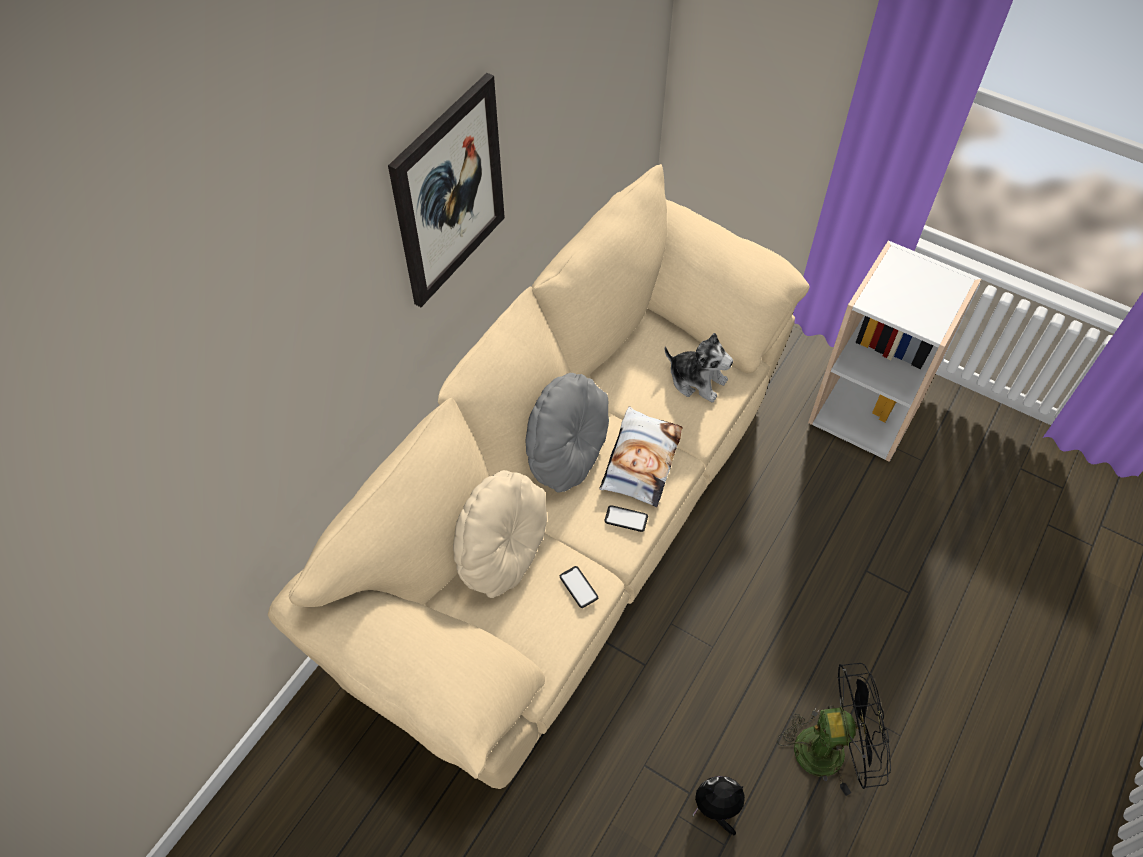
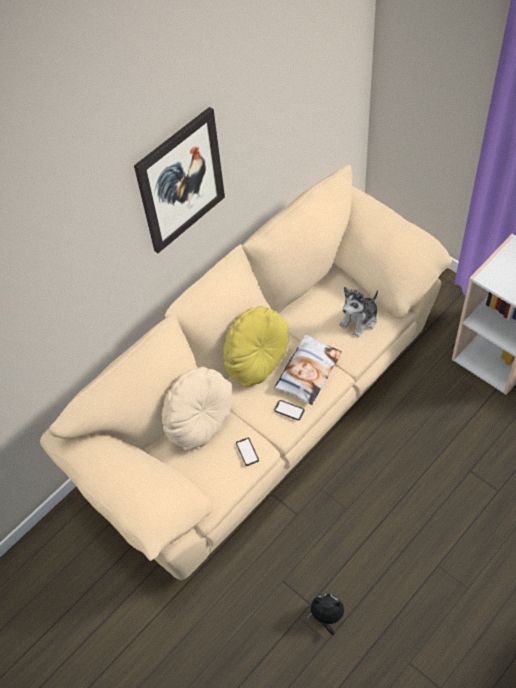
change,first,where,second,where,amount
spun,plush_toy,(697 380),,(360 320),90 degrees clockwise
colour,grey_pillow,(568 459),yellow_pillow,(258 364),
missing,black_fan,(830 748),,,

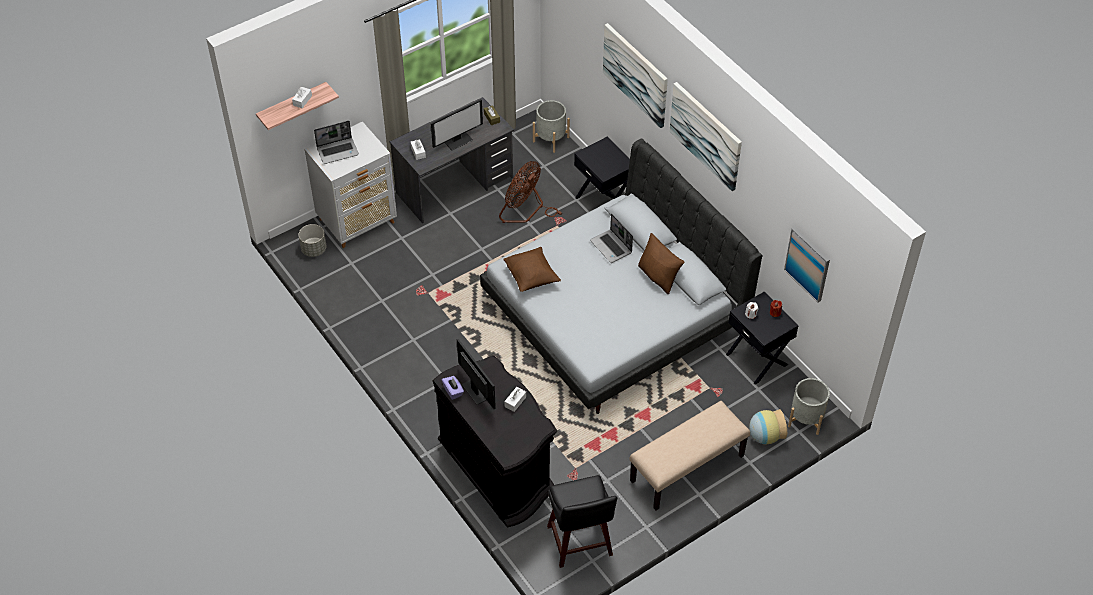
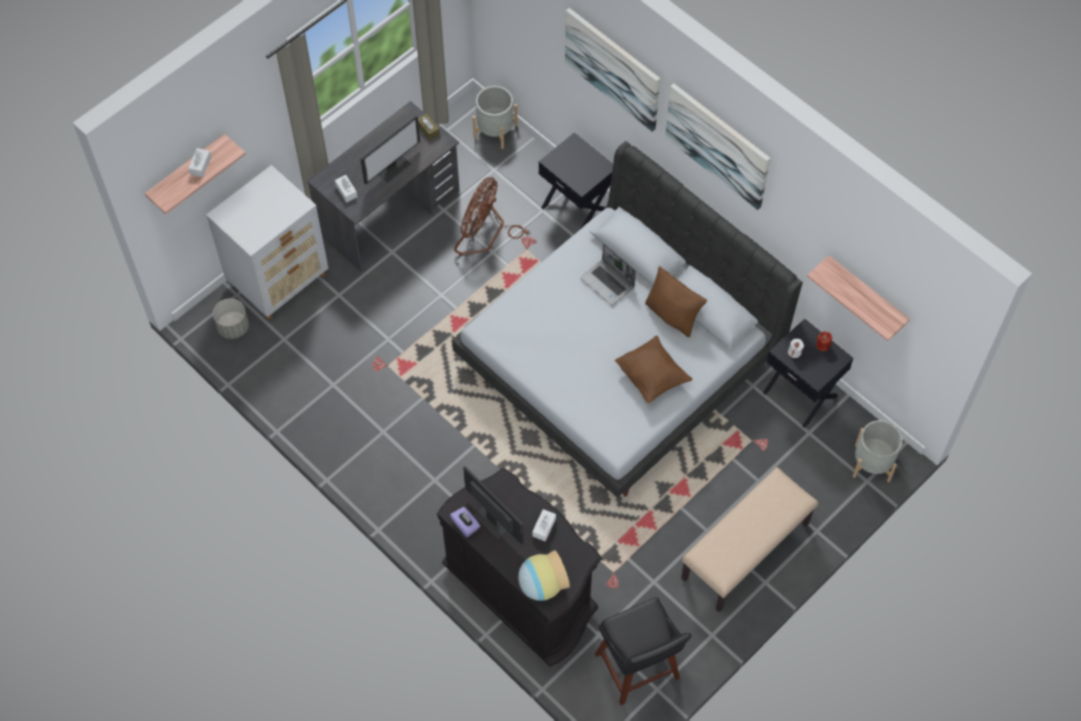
change,first,where,second,where,amount
missing,laptop,(338 151),,,
exchanged,picture,(808 264),shelf,(866 295),
relocated,brown_pillow,(531 277),,(652 377),
relocated,vase,(765 436),,(541 585),

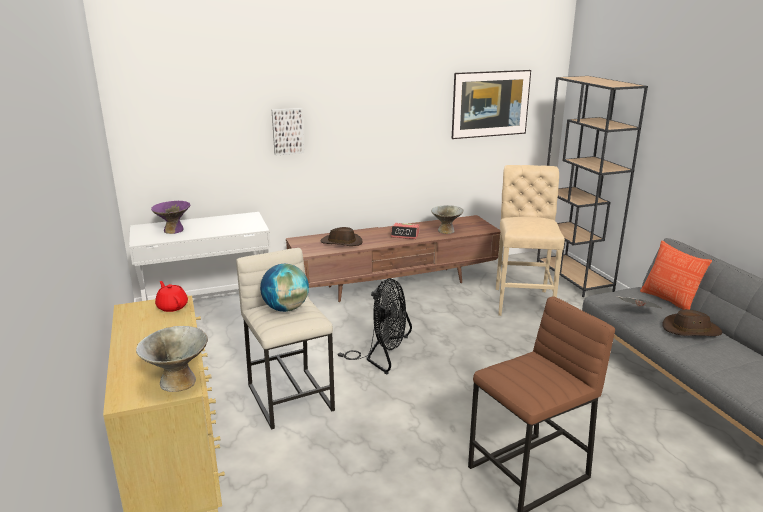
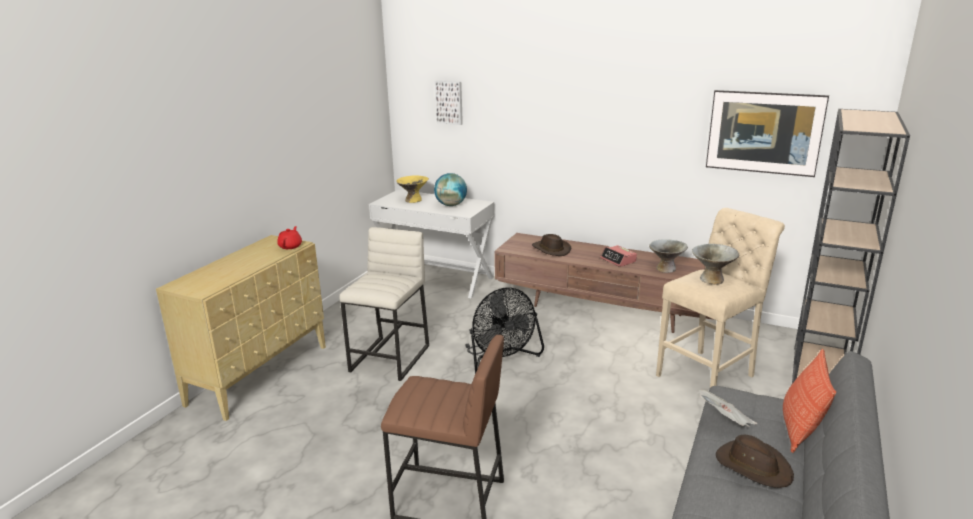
change,first,where,second,where,amount
relocated,picture,(287 131),,(449 102),
colour,purple_bowl,(174 230),yellow_bowl,(413 200),
relocated,globe,(286 308),,(451 205),
relocated,grey_bowl,(178 381),,(712 279),

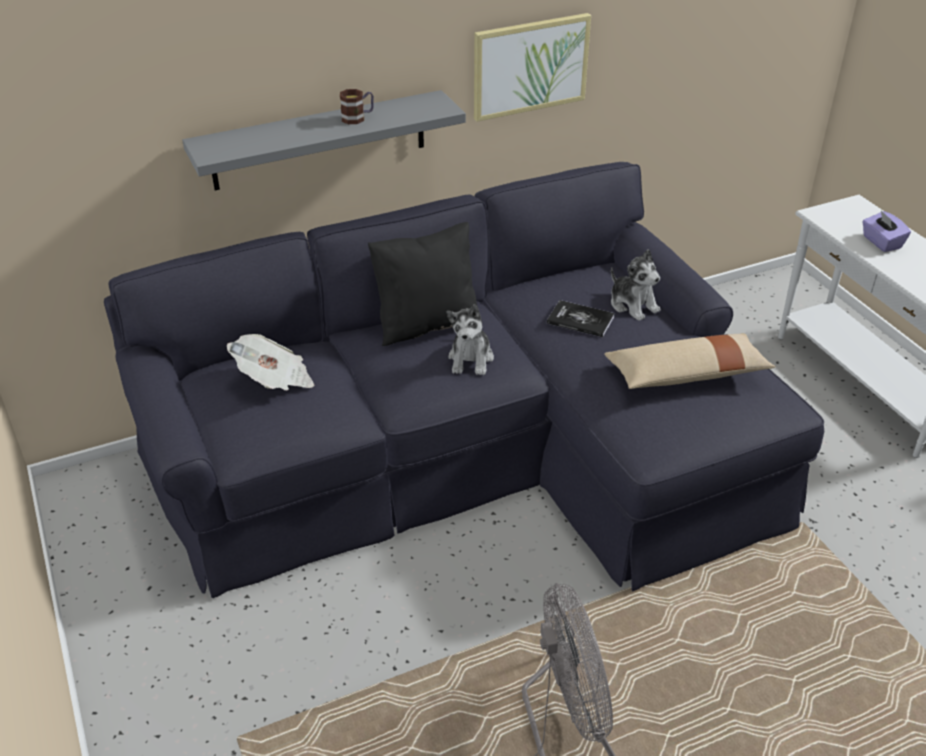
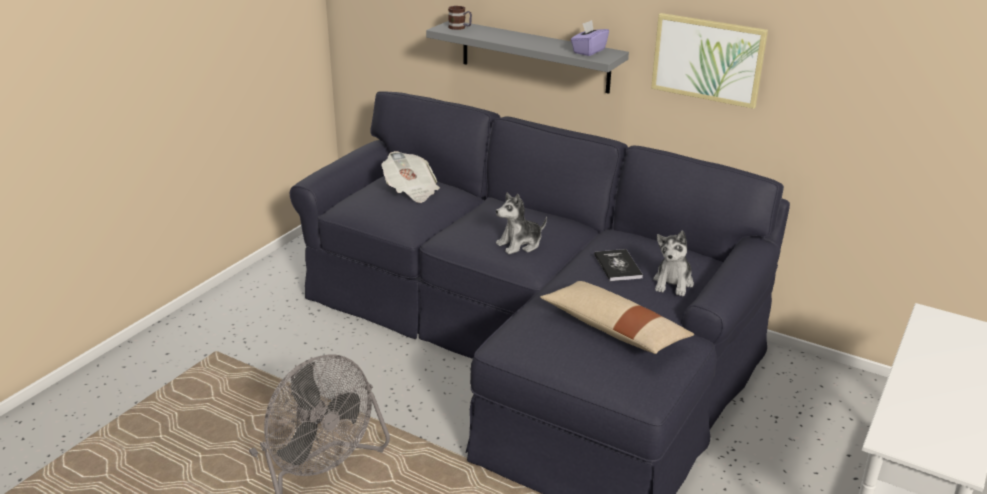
change,first,where,second,where,amount
relocated,mug,(358 118),,(460 28),
relocated,purple_tissue_box,(881 242),,(588 51),
missing,black_pillow,(426 324),,,

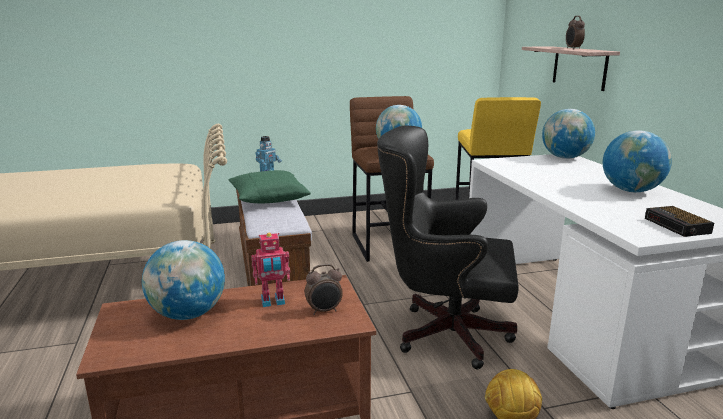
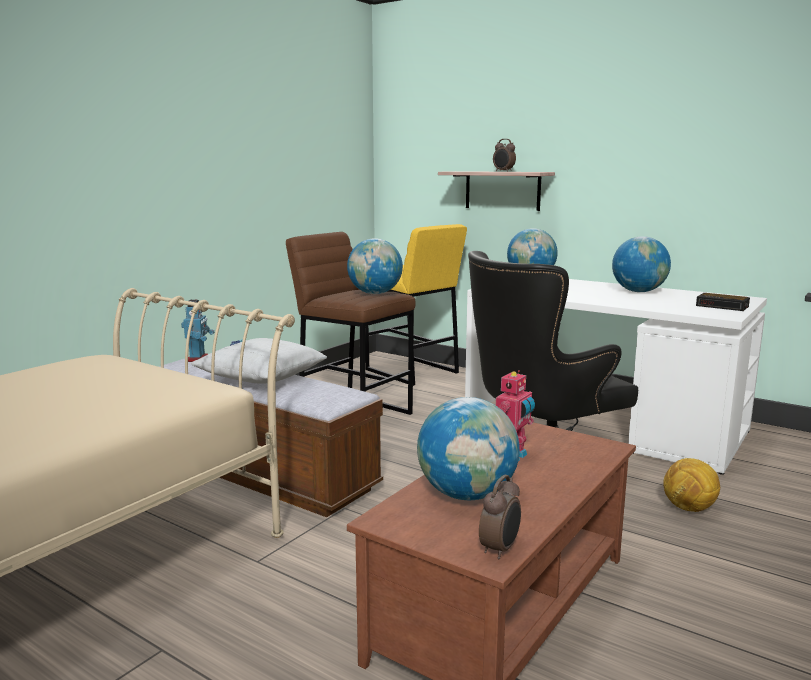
change,first,where,second,where,amount
colour,green_pillow,(269 199),grey_pillow,(262 378),
relocated,alarm_clock,(324 311),,(500 549),

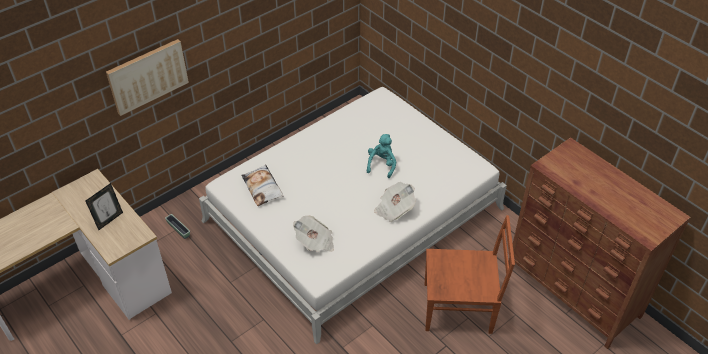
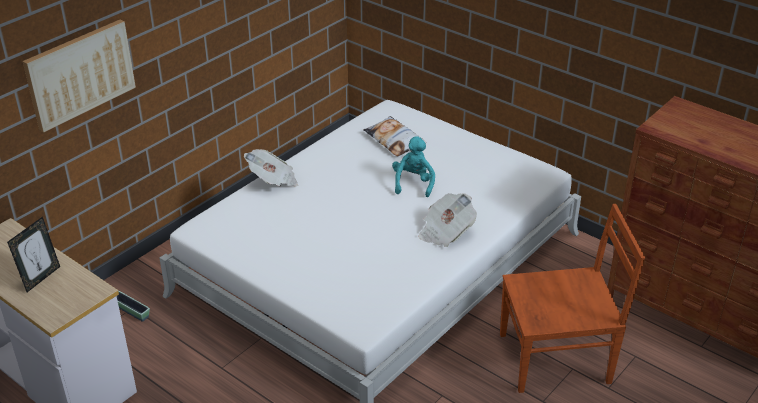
change,first,where,second,where,amount
relocated,pillow,(263 188),,(394 140),
relocated,newspaper,(315 242),,(273 180),

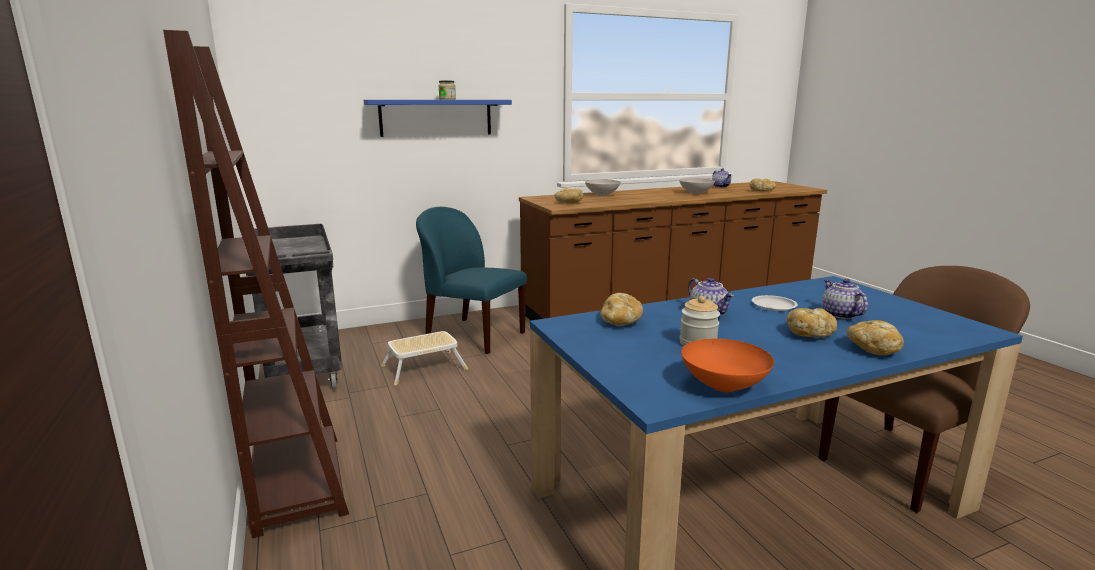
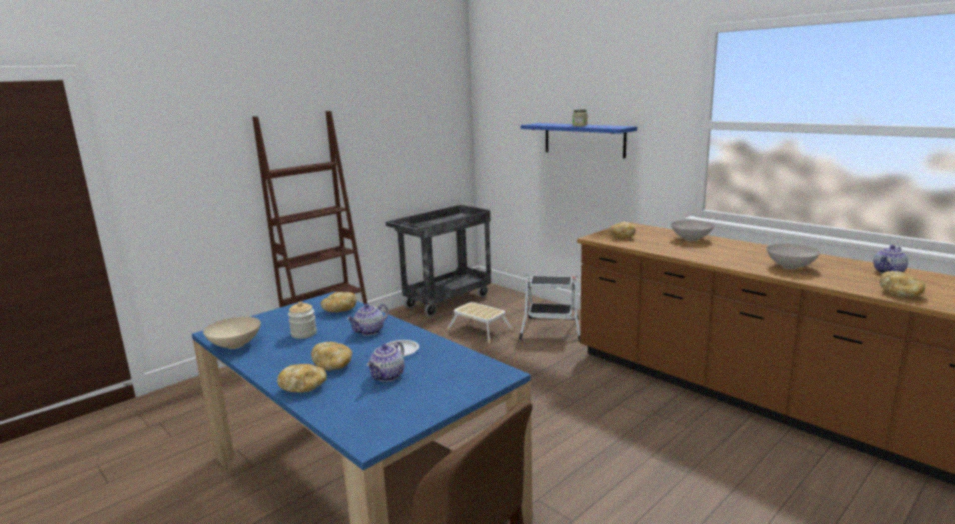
change,first,where,second,where,amount
exchanged,blue_chair,(473 335),step_ladder,(551 329),
spun,teapot,(839 315),,(388 376),150 degrees clockwise
colour,orange_bowl,(724 385),beige_bowl,(236 345),

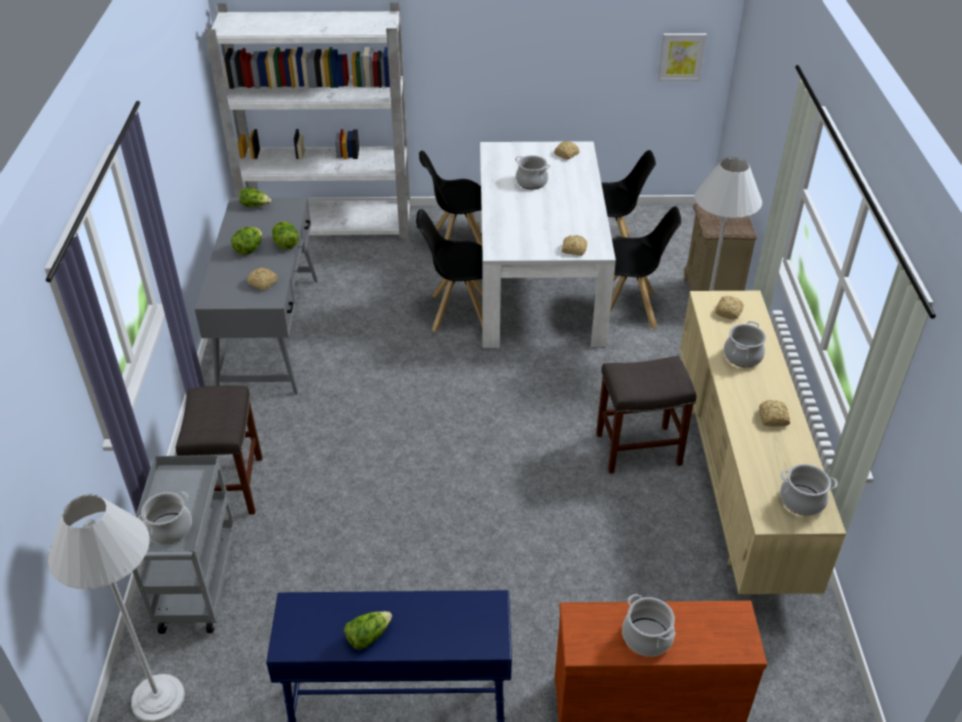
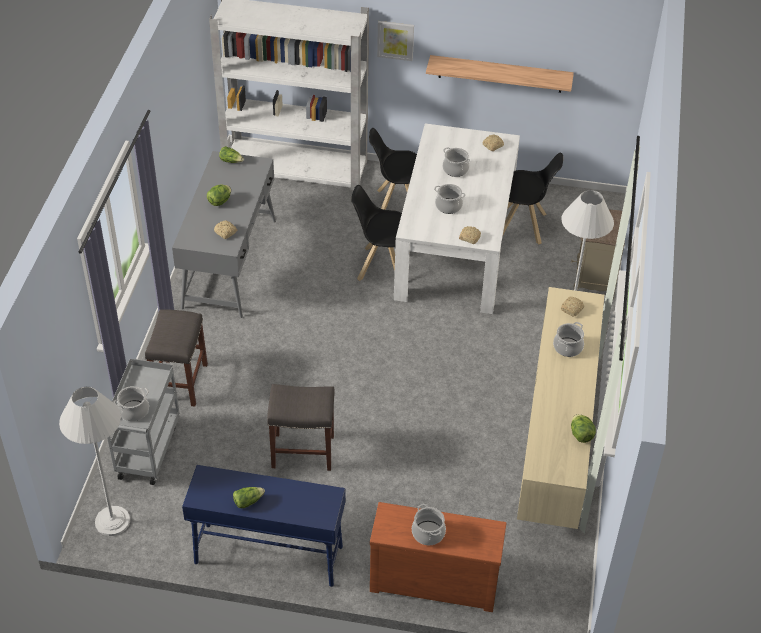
change,first,where,second,where,amount
relocated,picture,(681 56),,(395 40),
missing,black_chair,(629 309),,,
relocated,lettuce,(286 245),,(581 435),
relocated,grey_stool,(637 449),,(302 452),
missing,bread,(772 418),,,
relocated,cooking_pot,(802 500),,(448 206),
appeared,,,shelf,(500 74),

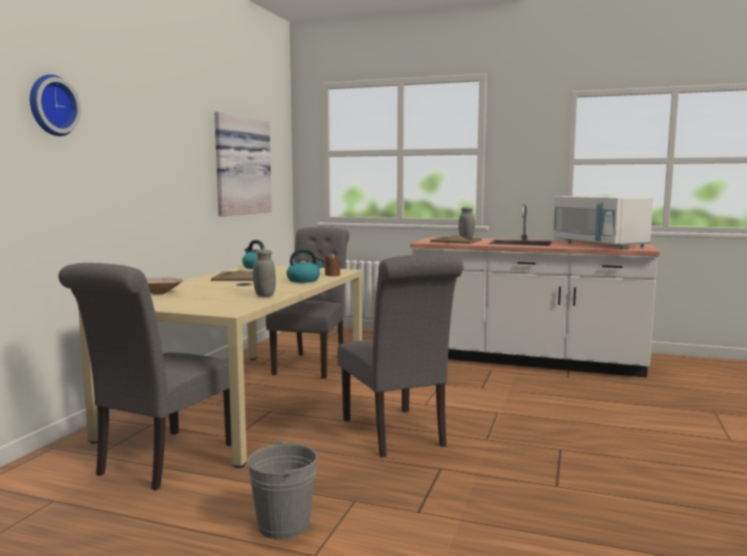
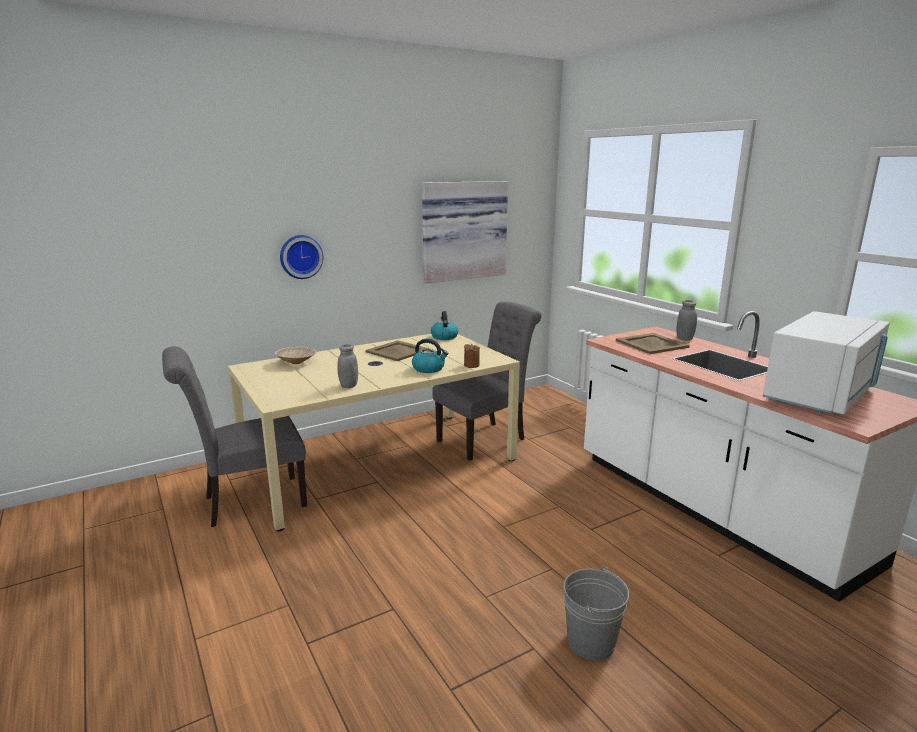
change,first,where,second,where,amount
relocated,wall_clock,(51 105),,(300 256),
spun,white_microwave,(599 245),,(820 395),150 degrees counterclockwise
missing,grey_chair,(396 434),,,
relocated,grey_bucket,(284 525),,(591 642),

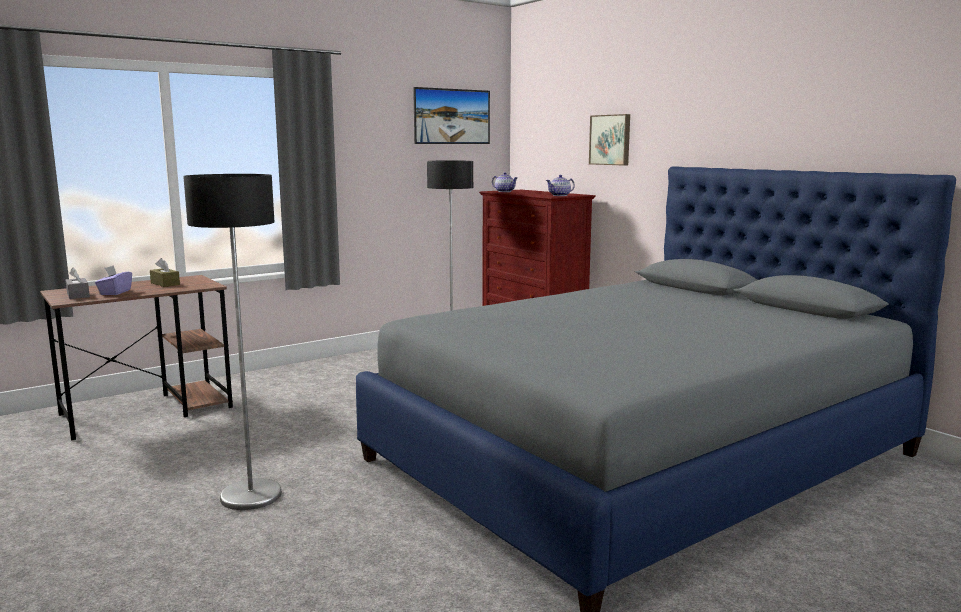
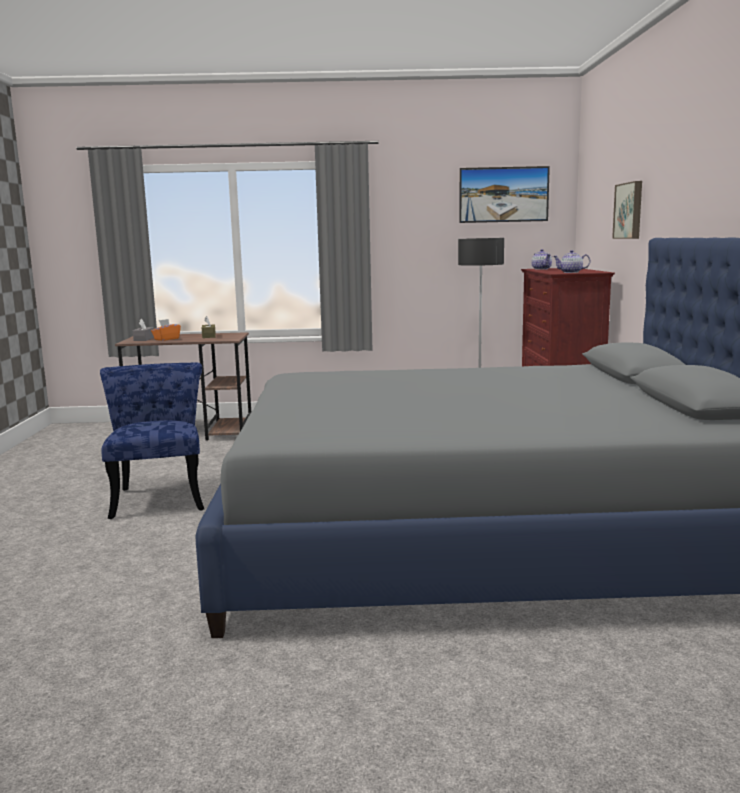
change,first,where,second,where,amount
exchanged,floor_lamp,(251 495),blue_chair,(160 496),
colour,purple_tissue_box,(115 292),orange_tissue_box,(166 339),

